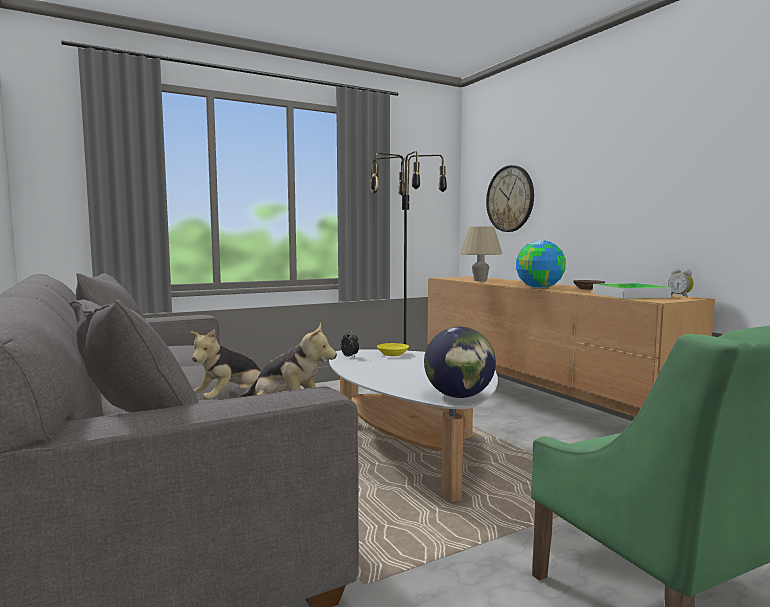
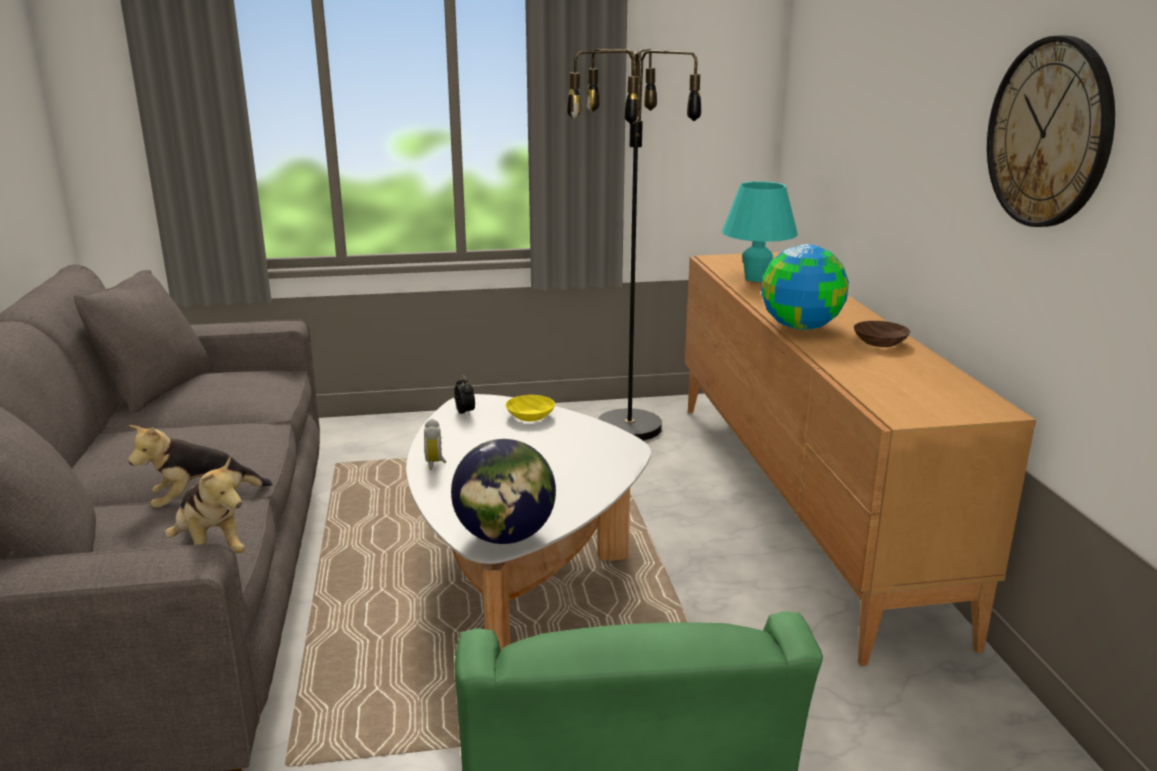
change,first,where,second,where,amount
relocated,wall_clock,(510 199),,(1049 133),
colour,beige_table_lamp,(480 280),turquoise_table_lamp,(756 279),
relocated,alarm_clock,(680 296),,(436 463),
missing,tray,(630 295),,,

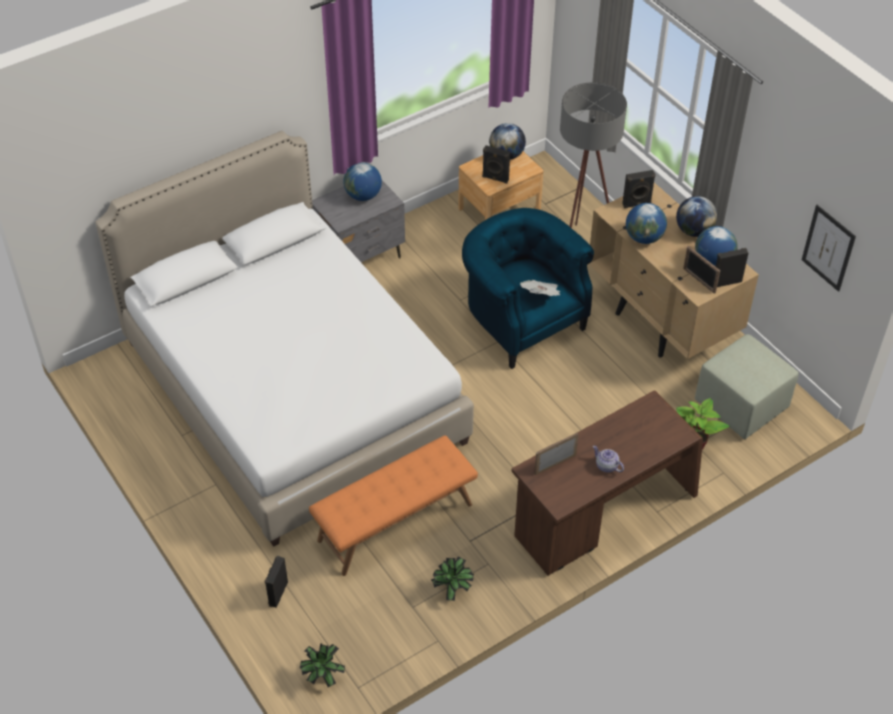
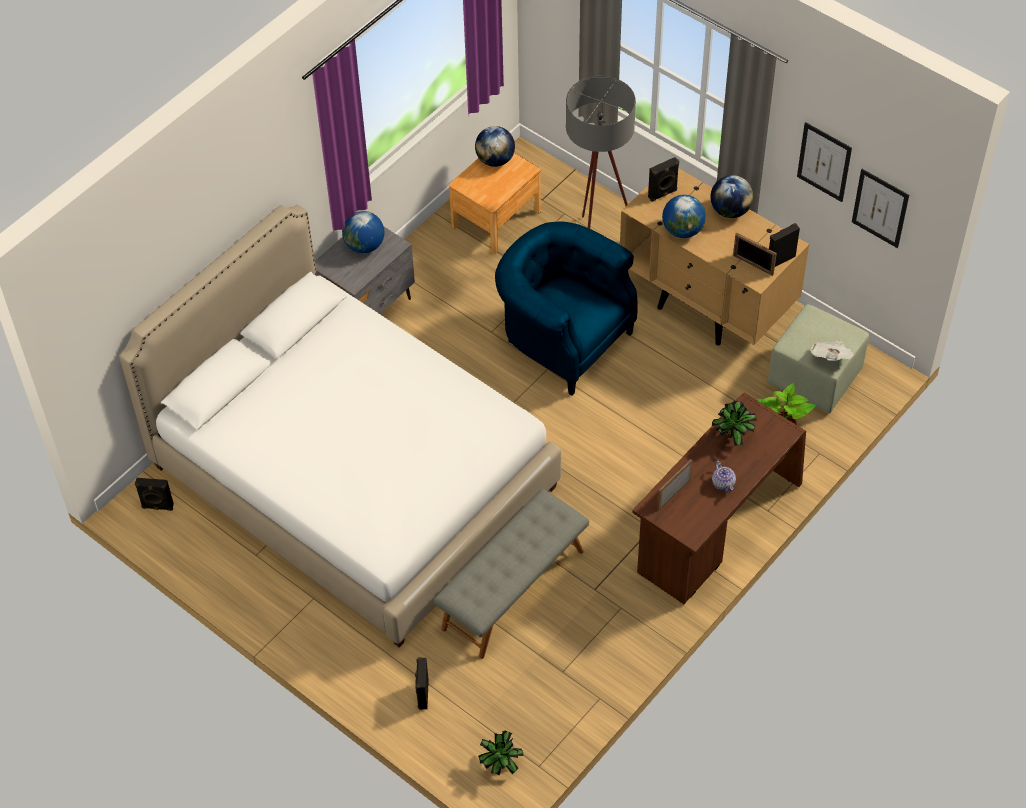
change,first,where,second,where,amount
relocated,black_speaker,(495 179),,(157 507),
missing,globe,(713 261),,,
relocated,newspaper,(541 295),,(831 357),
colour,orange_bench,(395 521),grey_bench,(512 589),
spun,teapot,(606 466),,(723 484),135 degrees counterclockwise
relocated,potted_plant,(453 591),,(733 437),
appeared,,,picture,(824 162),

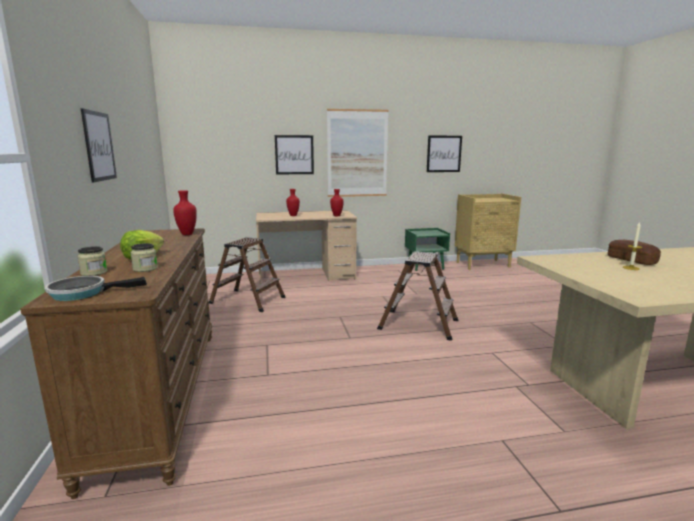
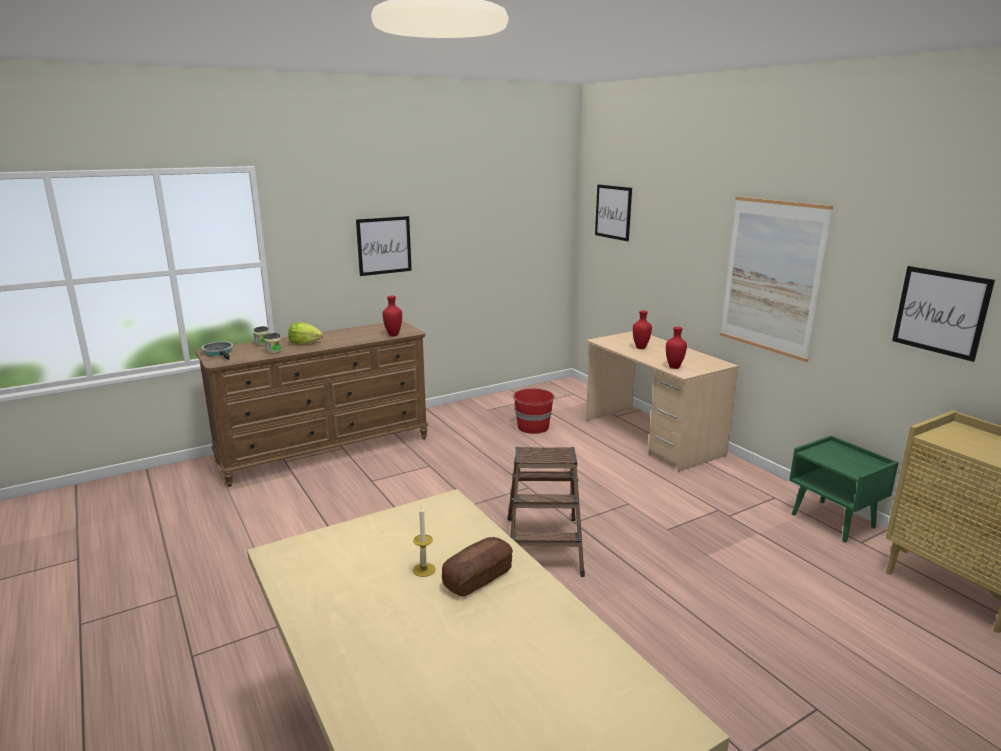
change,first,where,second,where,amount
relocated,picture,(294 154),,(613 212),
exchanged,brown_step_ladder,(247 300),red_bucket,(533 427),

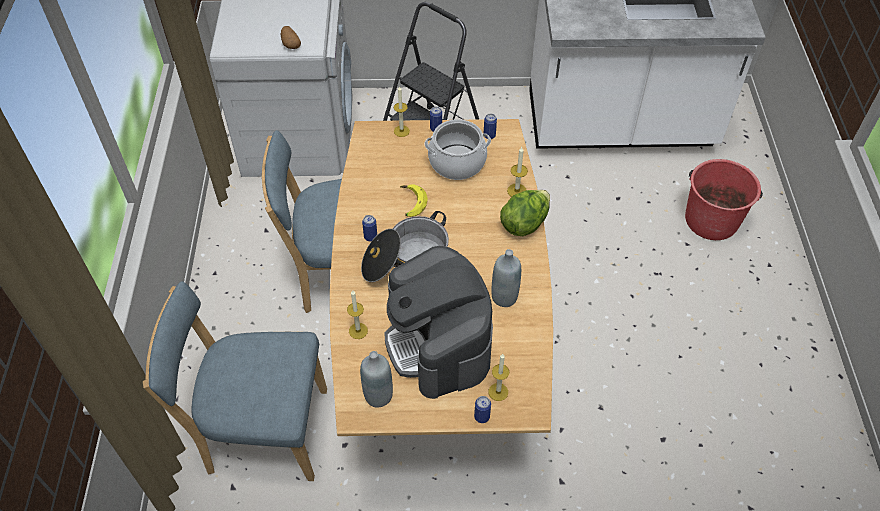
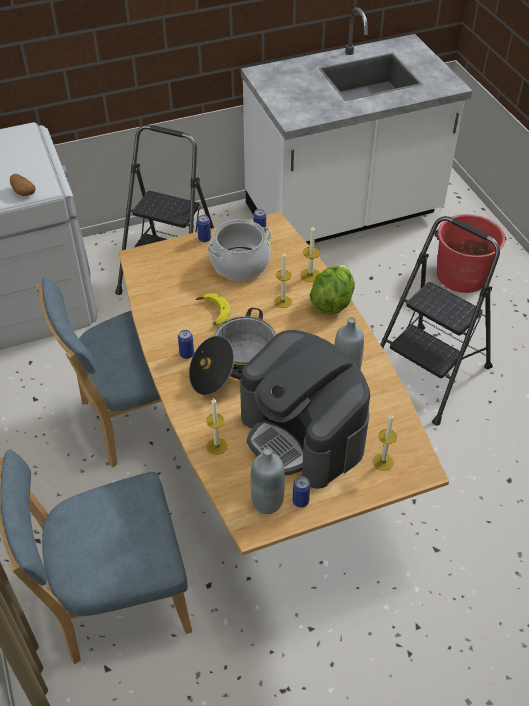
change,first,where,second,where,amount
relocated,candle,(401 131),,(283 302),
relocated,can,(482 417),,(300 501),
appeared,,,black_step_ladder,(430 370),

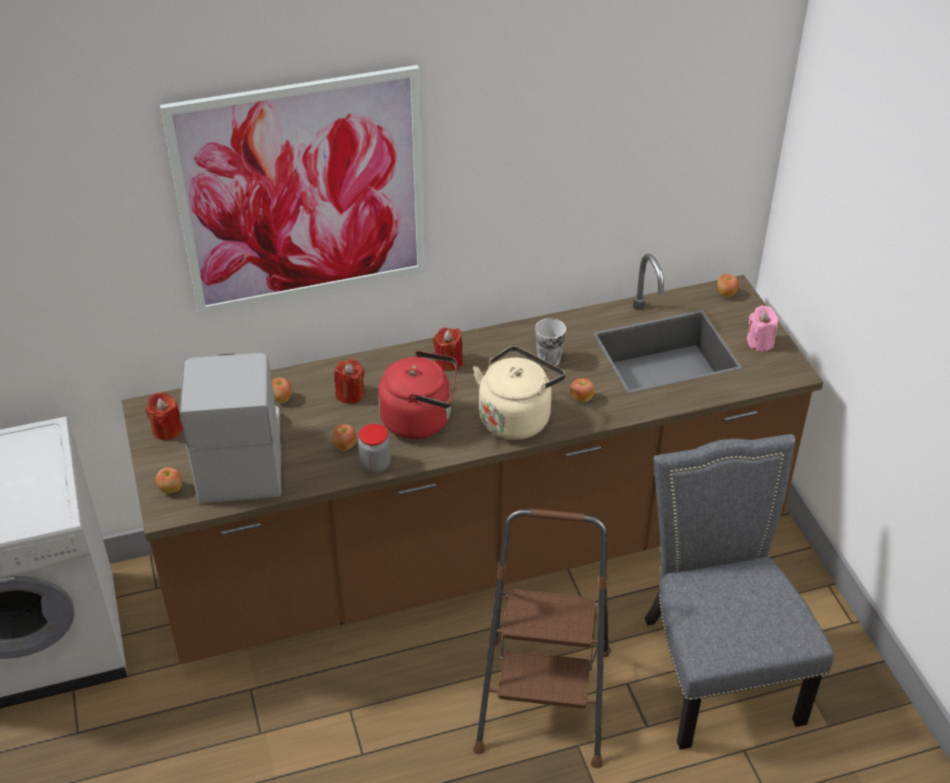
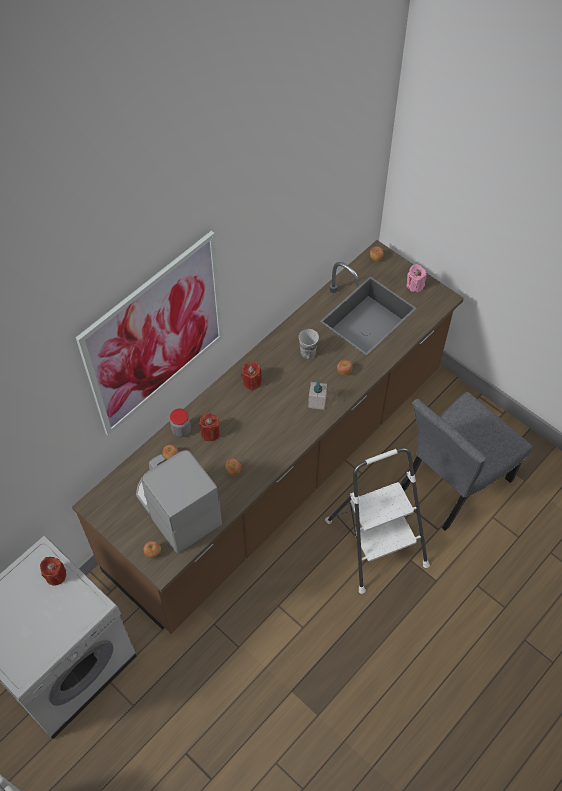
change,first,where,second,where,amount
exchanged,beige_kettle,(516 417),soap_dispenser,(317 402),
missing,red_kettle,(421 420),,,
relocated,red_candle,(167 430),,(55 575),
relocated,jar,(375 465),,(181 430),
spun,grey_chair,(718 675),,(455 480),90 degrees counterclockwise
colour,brown_step_ladder,(545 694),white_step_ladder,(375 539),

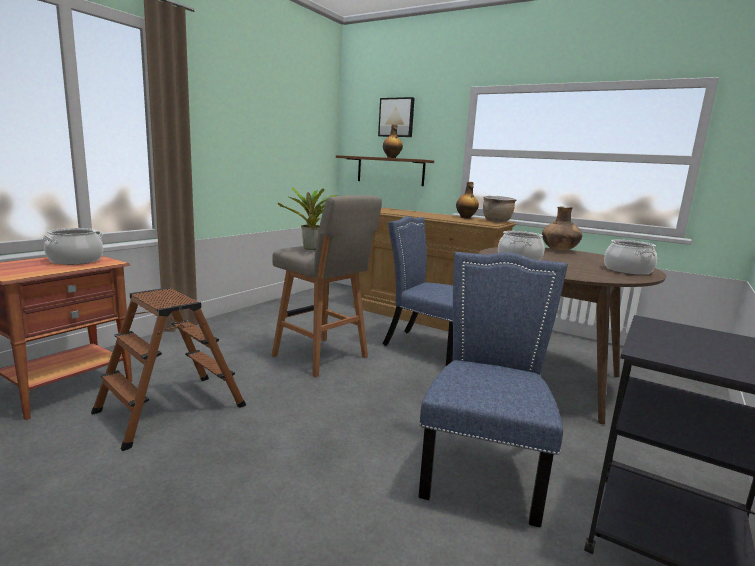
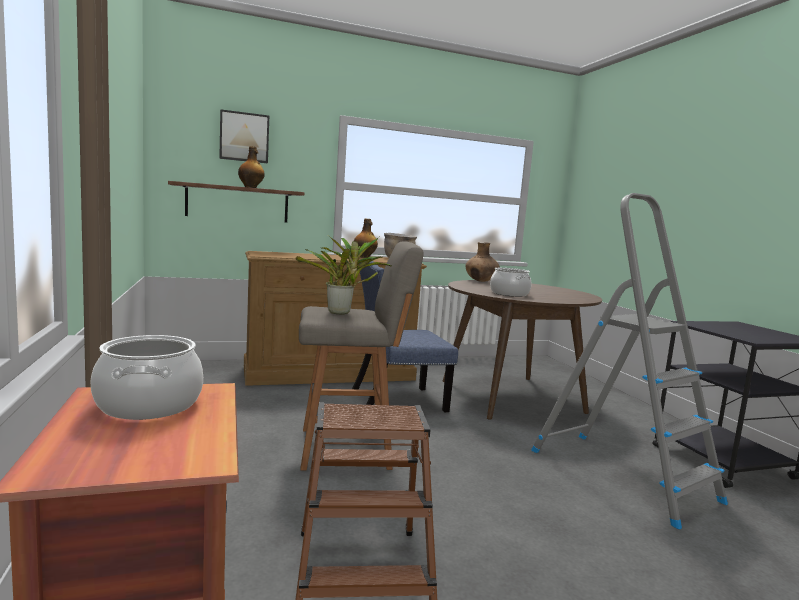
change,first,where,second,where,amount
missing,cooking_pot,(628 270),,,
exchanged,blue_chair,(482 471),grey_step_ladder,(622 475),

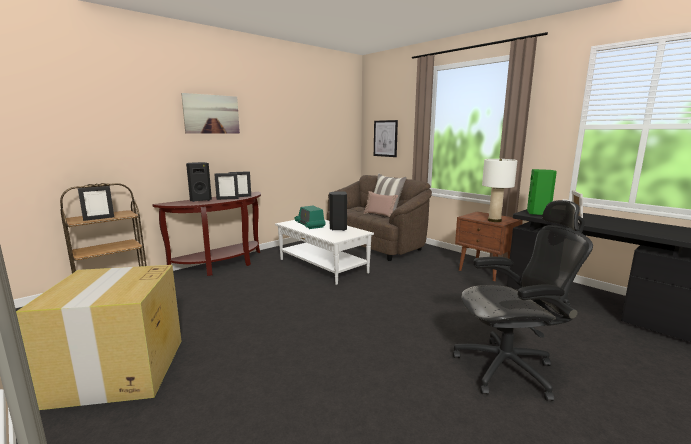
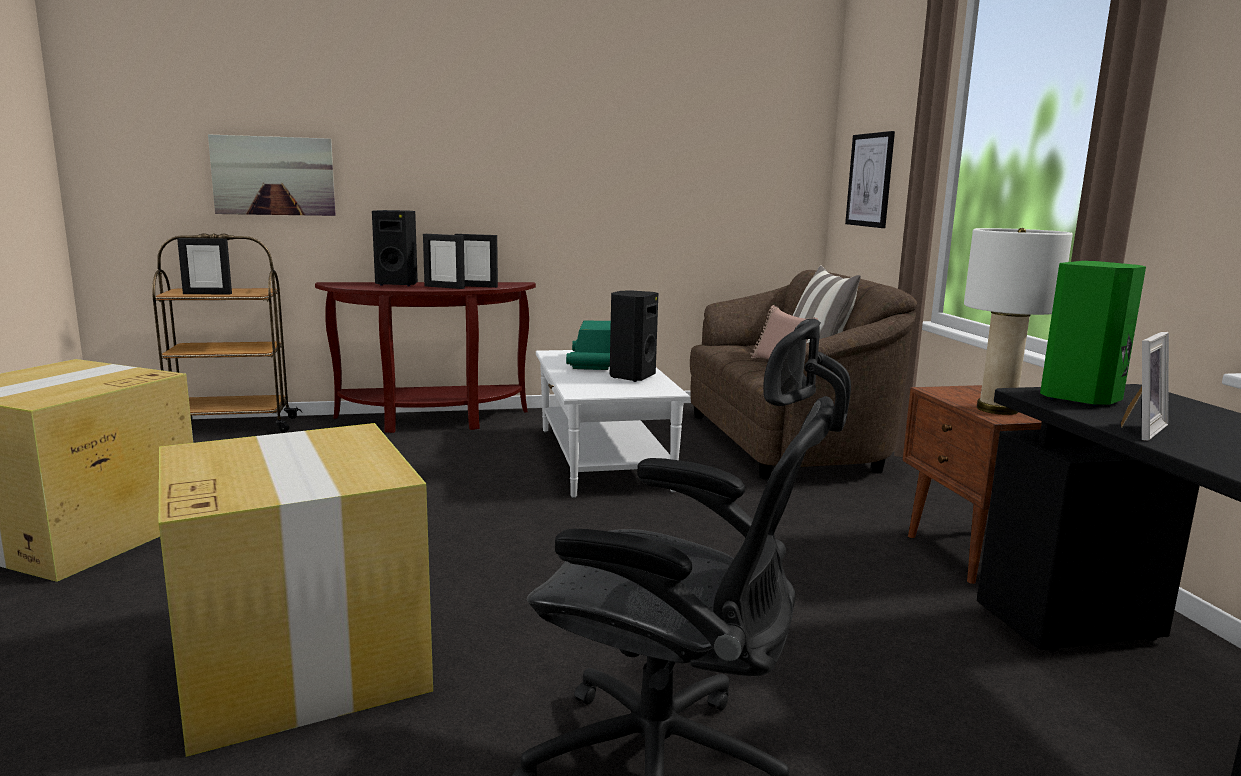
change,first,where,second,where,amount
relocated,picture,(211 114),,(273 176),
appeared,,,cardboard_box,(300 661),

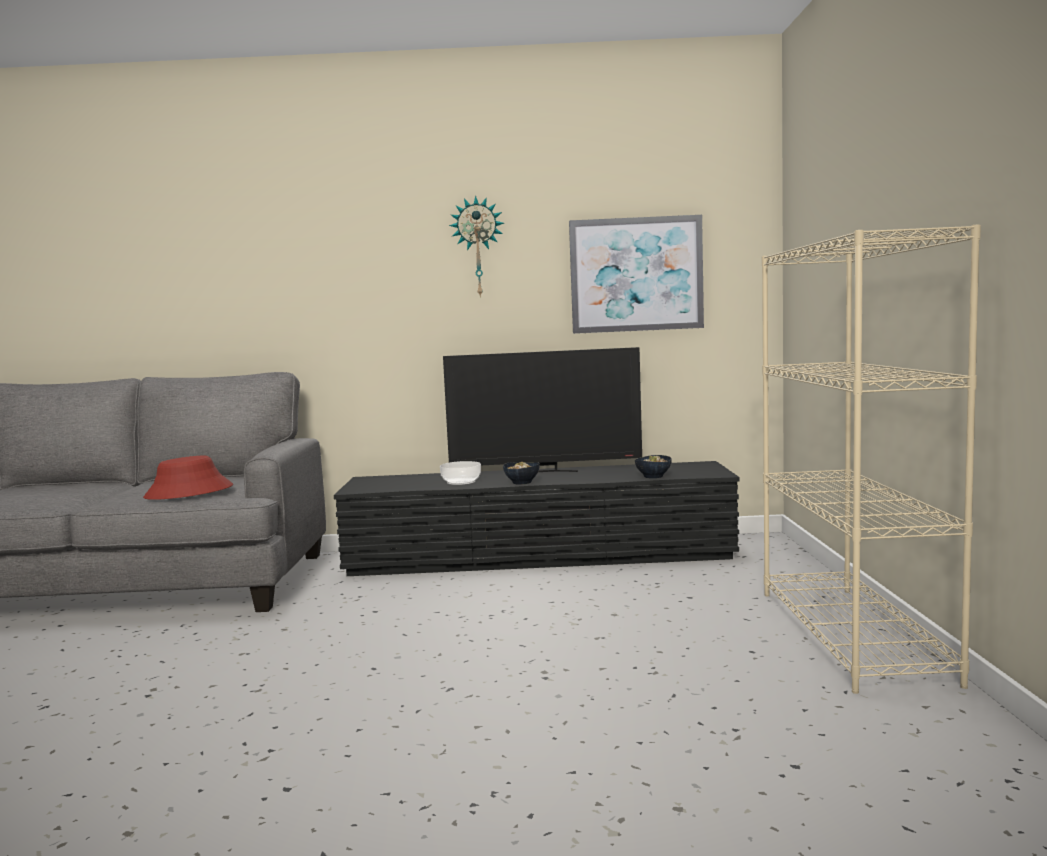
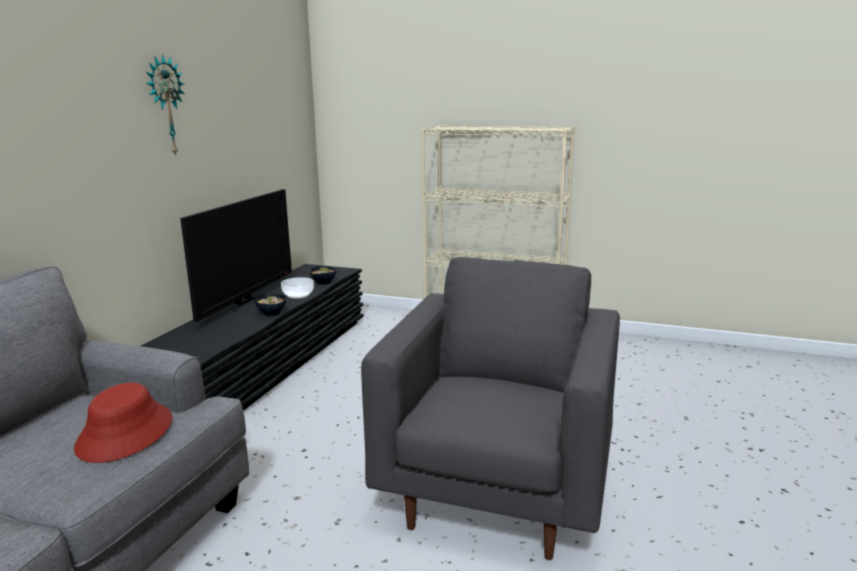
change,first,where,second,where,amount
missing,picture,(636 274),,,
relocated,bowl,(461 481),,(297 295),
appeared,,,grey_armchair,(498 492),

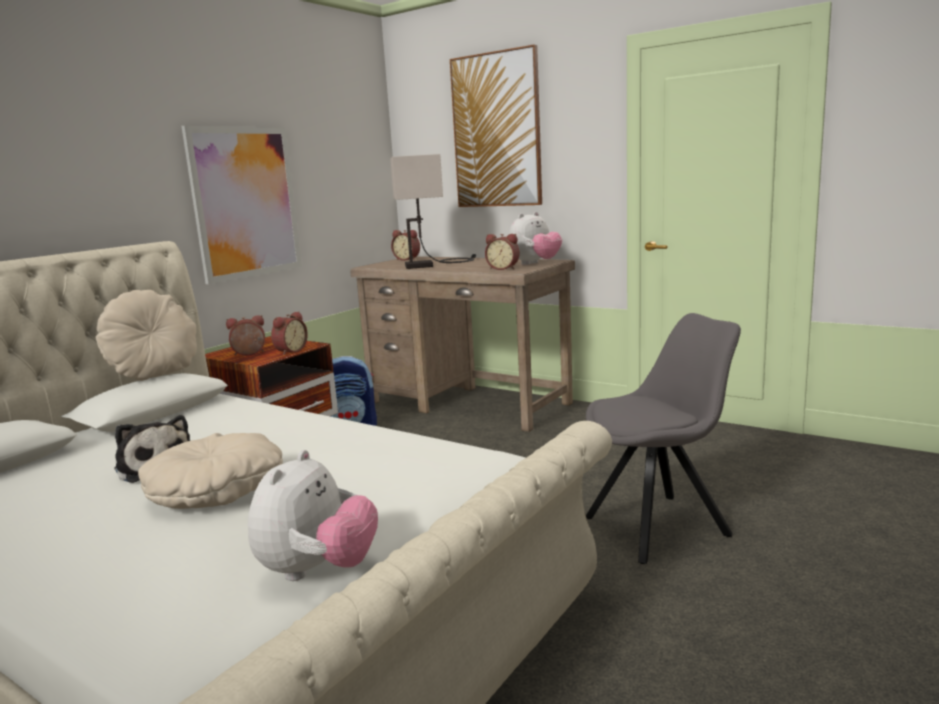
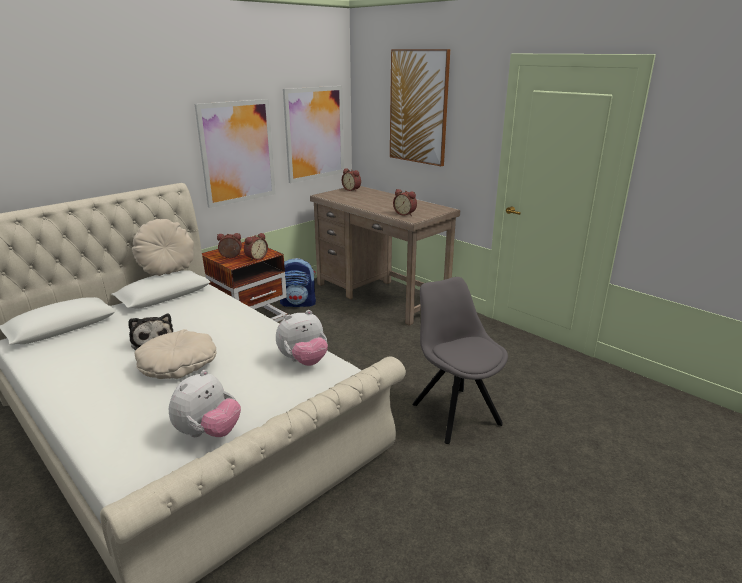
change,first,where,second,where,amount
missing,table_lamp,(436 264),,,
relocated,plush_toy,(535 264),,(304 361),
spun,grey_chair,(658 526),,(455 414),105 degrees counterclockwise
appeared,,,picture,(314 133),

